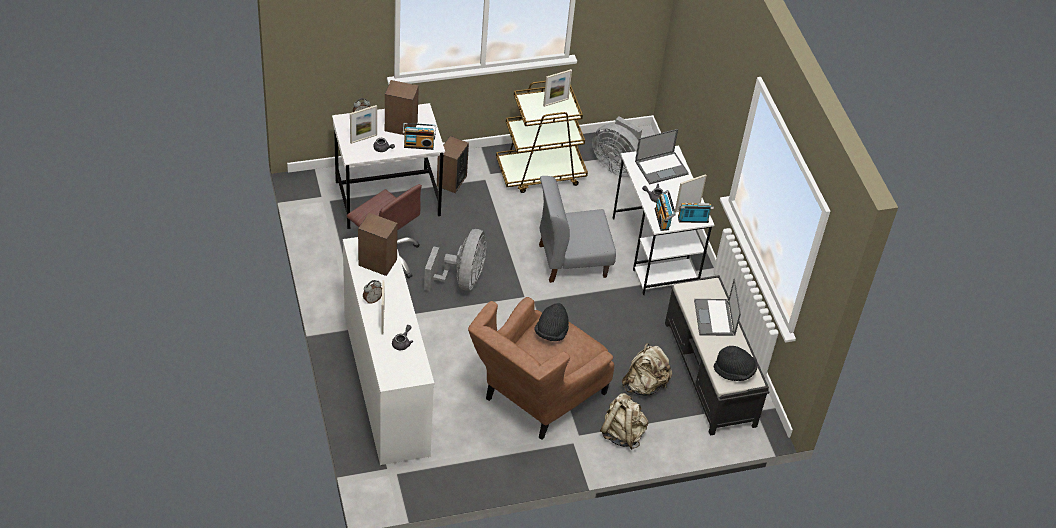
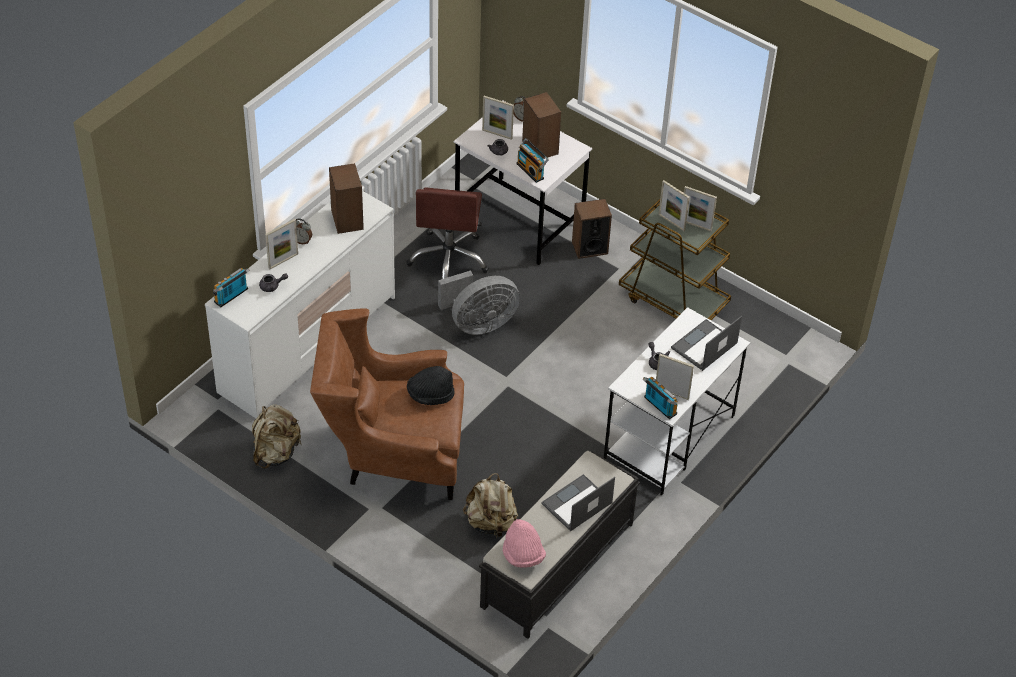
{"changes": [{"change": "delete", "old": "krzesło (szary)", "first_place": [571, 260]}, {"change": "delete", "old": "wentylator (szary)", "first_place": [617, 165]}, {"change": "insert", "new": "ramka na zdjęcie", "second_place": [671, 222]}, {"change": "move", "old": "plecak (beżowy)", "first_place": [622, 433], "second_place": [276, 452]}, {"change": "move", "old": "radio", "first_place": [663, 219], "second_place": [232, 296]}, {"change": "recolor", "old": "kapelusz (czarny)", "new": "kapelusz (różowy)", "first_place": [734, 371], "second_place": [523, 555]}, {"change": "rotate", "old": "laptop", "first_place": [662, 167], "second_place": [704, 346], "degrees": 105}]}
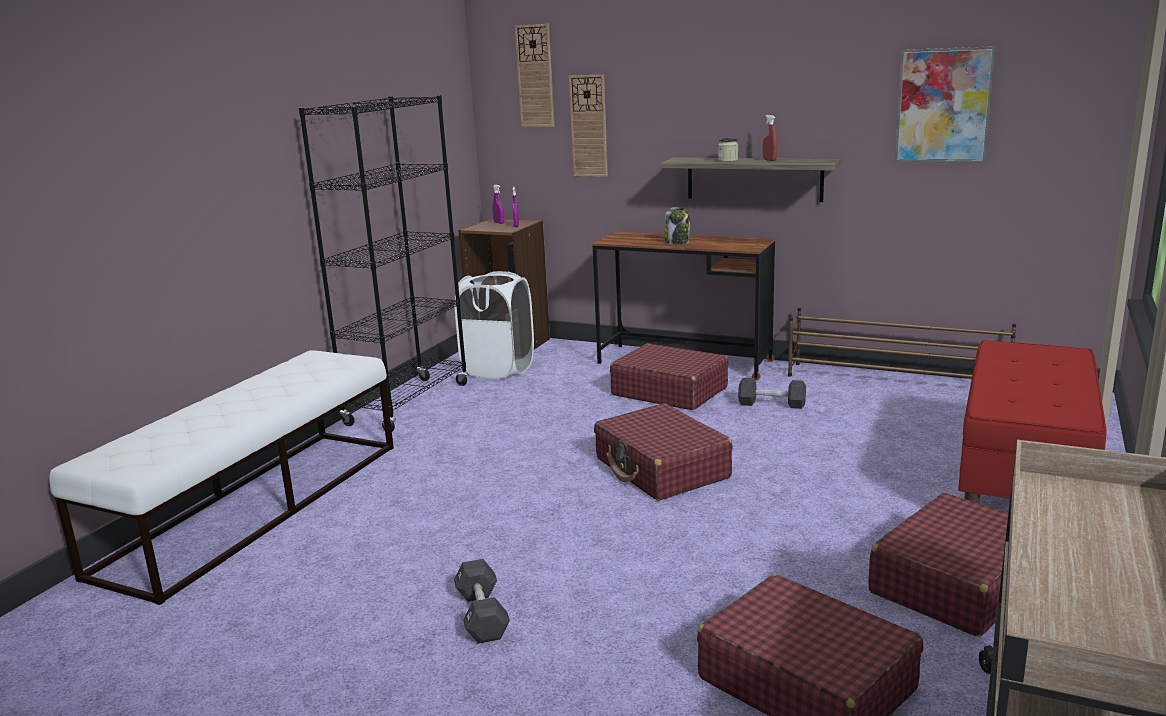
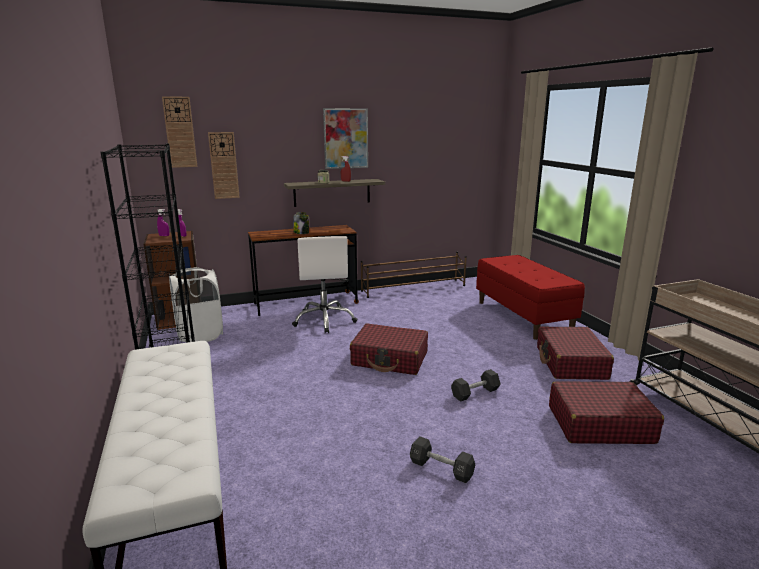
{"changes": [{"change": "move", "old": "hantel (czarny)", "first_place": [771, 404], "second_place": [475, 393]}, {"change": "move", "old": "obraz", "first_place": [943, 105], "second_place": [345, 138]}, {"change": "replace", "old": "walizka (czerwony)", "new": "krzesło biurowe (biały)", "first_place": [669, 391], "second_place": [325, 320]}]}
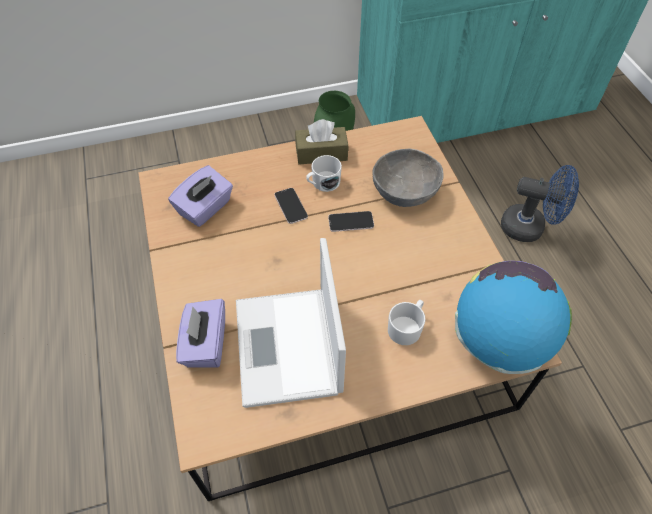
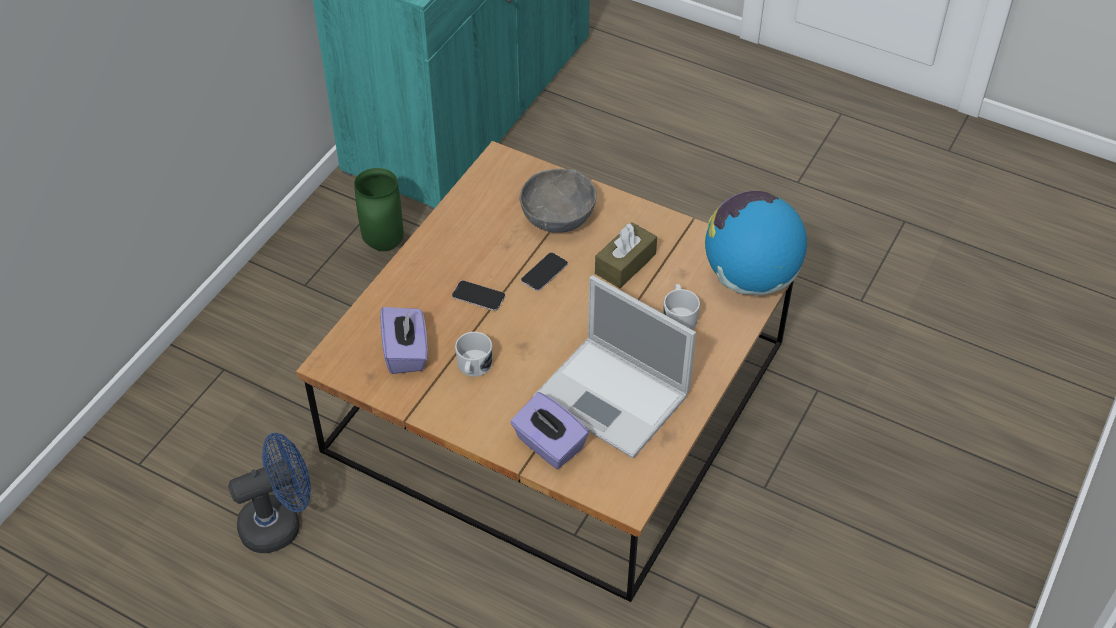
{"changes": [{"change": "move", "old": "pudełko chusteczek (brązowy)", "first_place": [321, 153], "second_place": [625, 264]}, {"change": "move", "old": "kubek (biały)", "first_place": [323, 183], "second_place": [473, 367]}, {"change": "move", "old": "wentylator (niebieski)", "first_place": [529, 228], "second_place": [280, 523]}]}
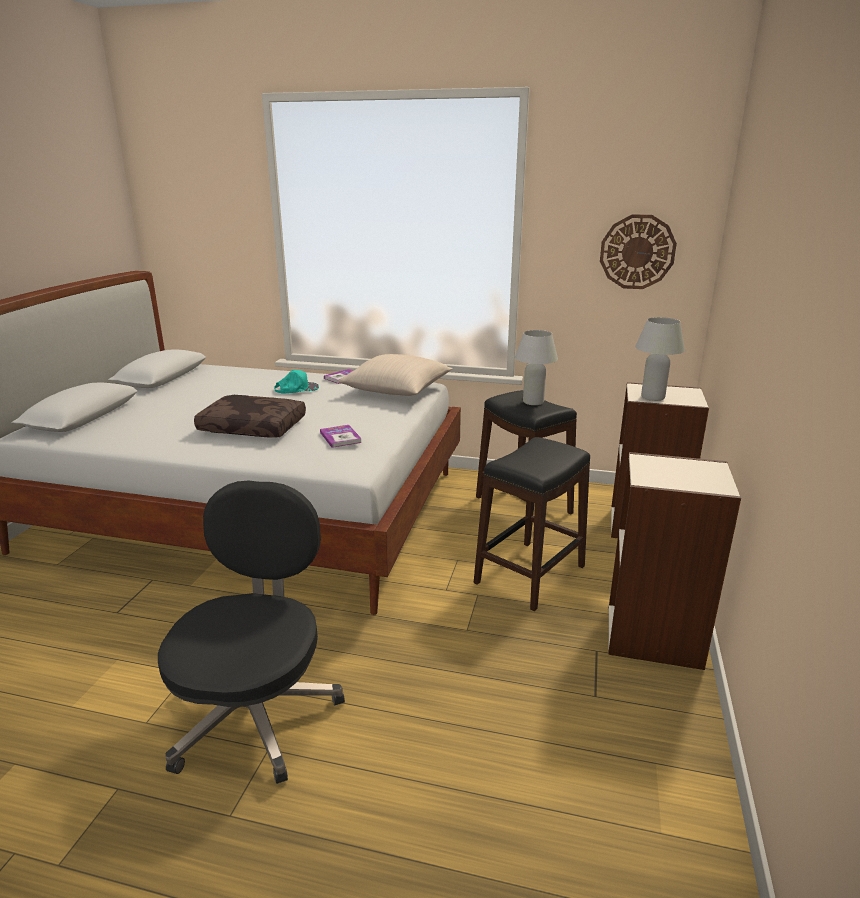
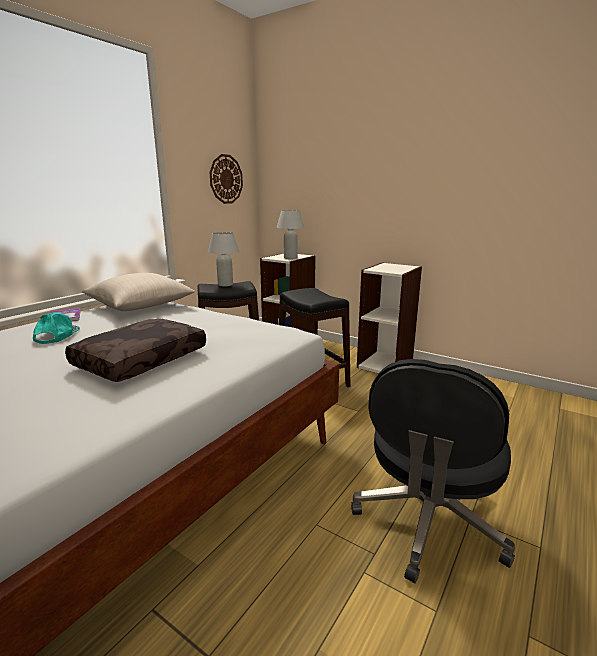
{"changes": [{"change": "delete", "old": "książka", "first_place": [340, 437]}, {"change": "rotate", "old": "krzesło biurowe (czarny)", "first_place": [256, 712], "second_place": [428, 522], "degrees": -90}]}
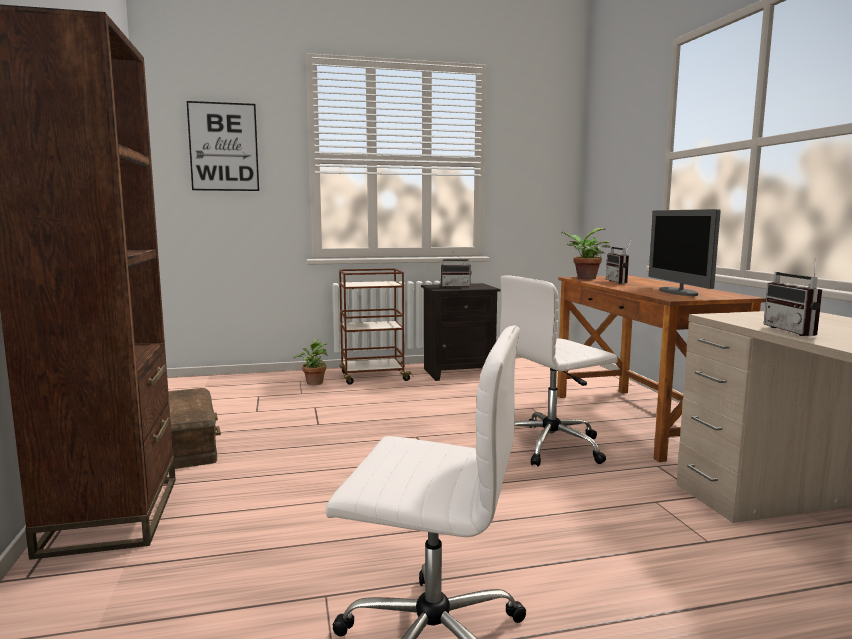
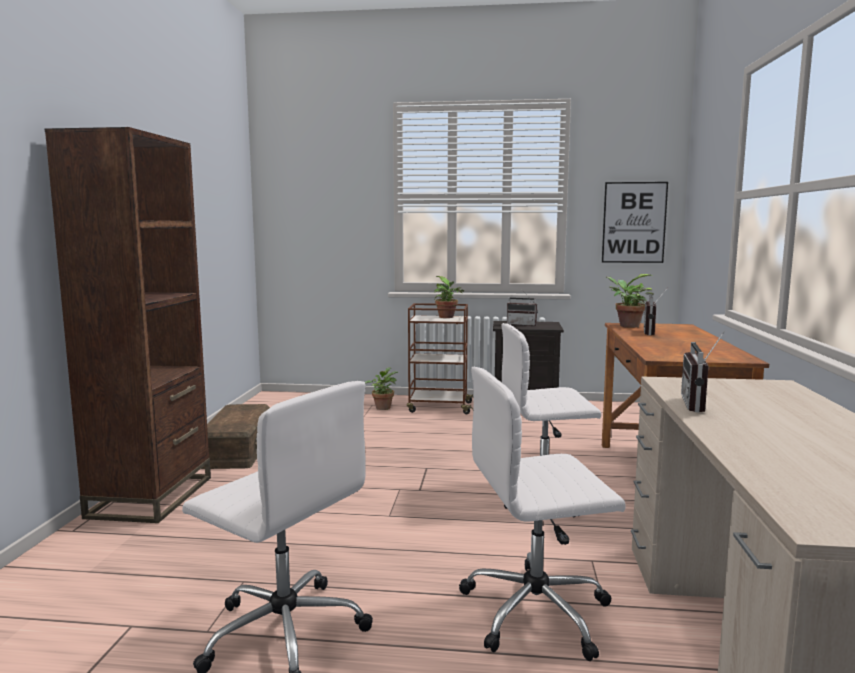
{"changes": [{"change": "delete", "old": "monitor", "first_place": [678, 292]}, {"change": "insert", "new": "roślina doniczkowa", "second_place": [447, 317]}, {"change": "insert", "new": "krzesło biurowe (biały)", "second_place": [538, 612]}, {"change": "move", "old": "obraz", "first_place": [223, 147], "second_place": [634, 222]}]}
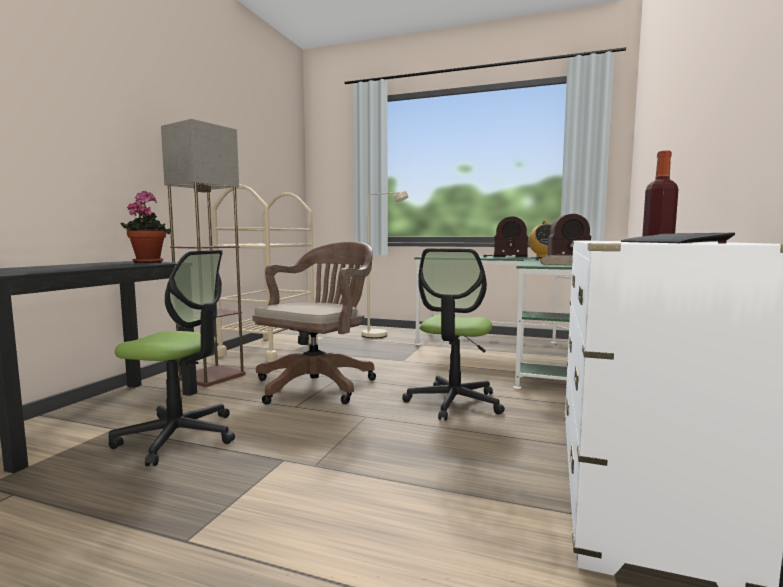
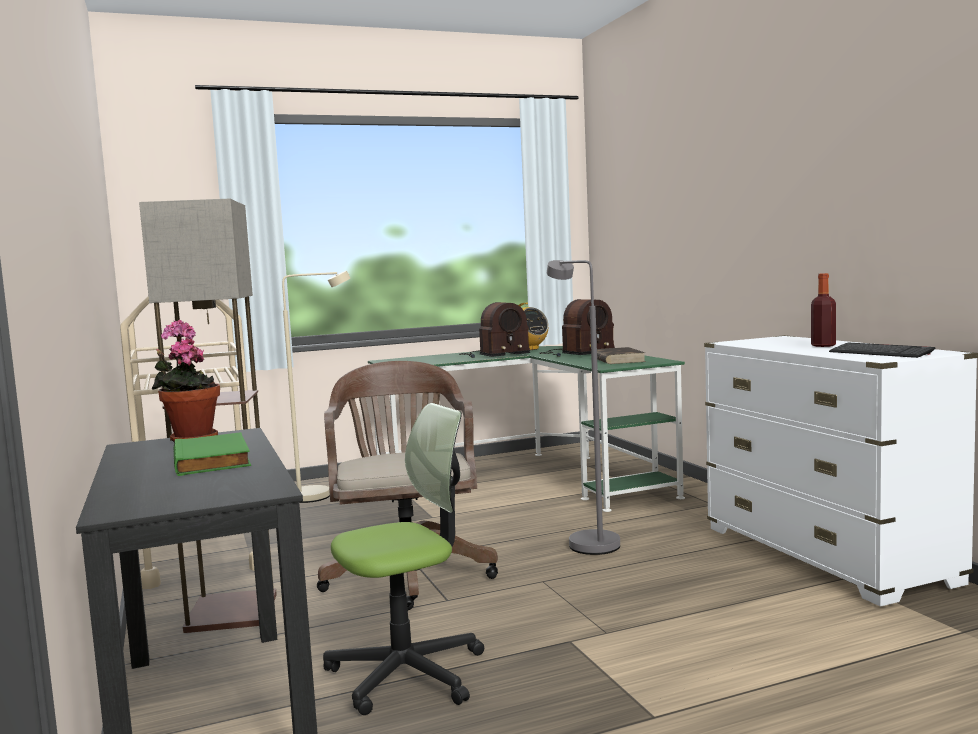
{"changes": [{"change": "insert", "new": "książka (zielony)", "second_place": [214, 460]}, {"change": "replace", "old": "krzesło biurowe", "new": "lampa stojąca (szary)", "first_place": [454, 402], "second_place": [587, 541]}]}
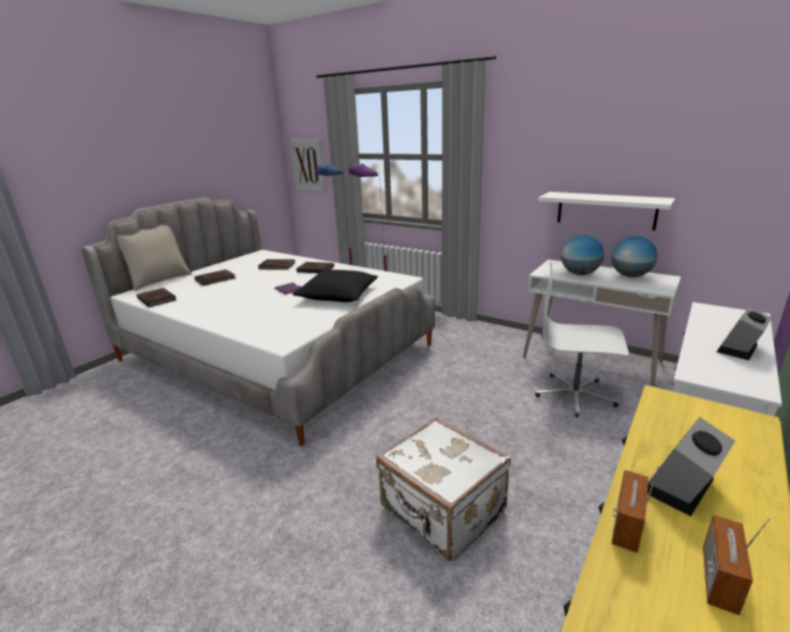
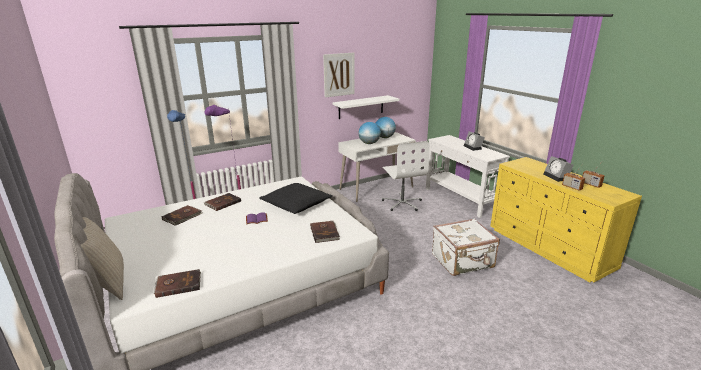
{"changes": [{"change": "move", "old": "książka (brązowy)", "first_place": [215, 279], "second_place": [325, 232]}, {"change": "move", "old": "obraz", "first_place": [308, 165], "second_place": [339, 74]}, {"change": "rotate", "old": "krzesło biurowe (biały)", "first_place": [575, 395], "second_place": [402, 203], "degrees": -60}]}
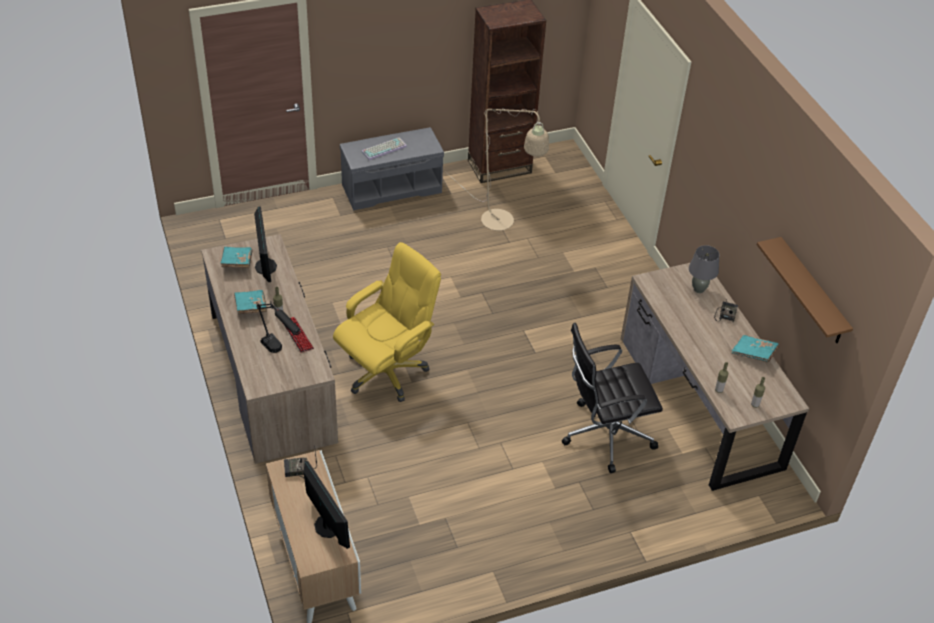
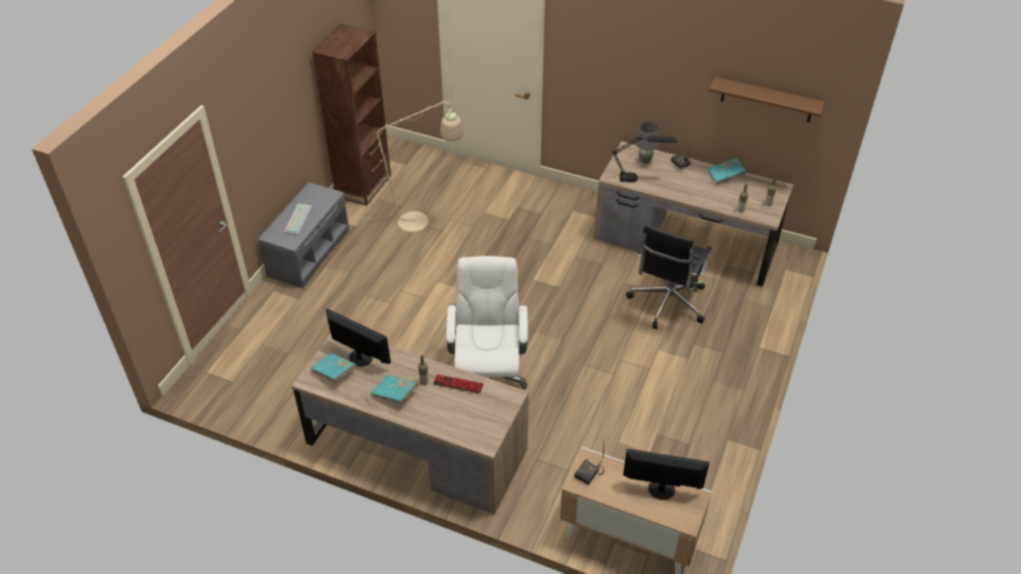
{"changes": [{"change": "move", "old": "lampa stołowa (czarny)", "first_place": [280, 354], "second_place": [640, 179]}, {"change": "recolor", "old": "krzesło biurowe (żółty)", "new": "krzesło biurowe (biały)", "first_place": [387, 371], "second_place": [488, 376]}]}
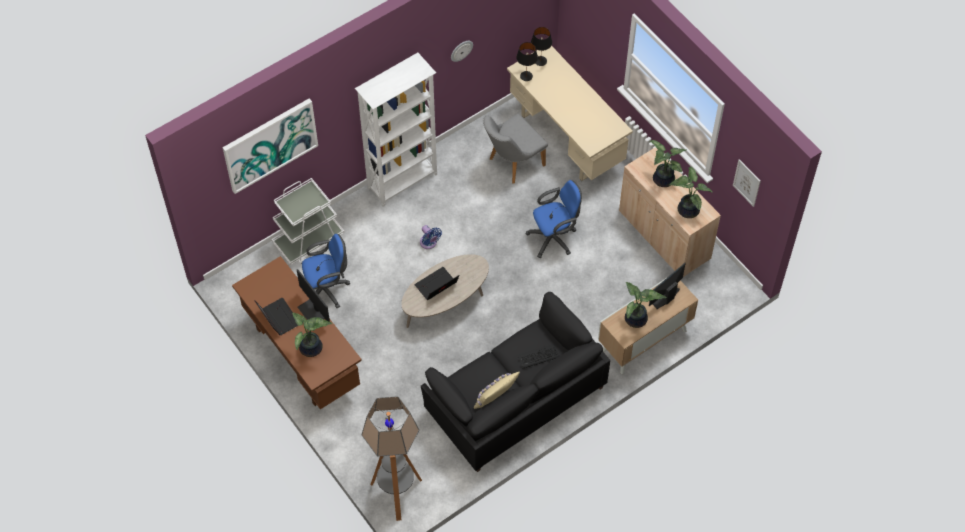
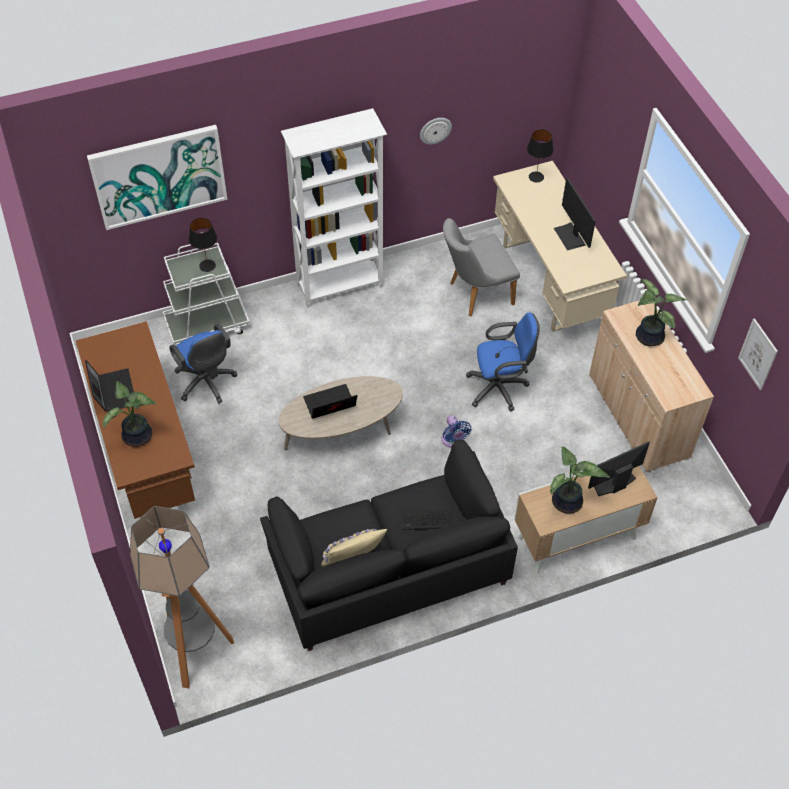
{"changes": [{"change": "delete", "old": "roślina doniczkowa", "first_place": [687, 209]}, {"change": "move", "old": "monitor", "first_place": [312, 312], "second_place": [570, 236]}, {"change": "move", "old": "wentylator (niebieski)", "first_place": [429, 243], "second_place": [453, 441]}, {"change": "move", "old": "lampa stołowa (czarny)", "first_place": [526, 76], "second_place": [207, 265]}, {"change": "rotate", "old": "krzesło biurowe (niebieski)", "first_place": [327, 289], "second_place": [207, 383], "degrees": 60}]}
